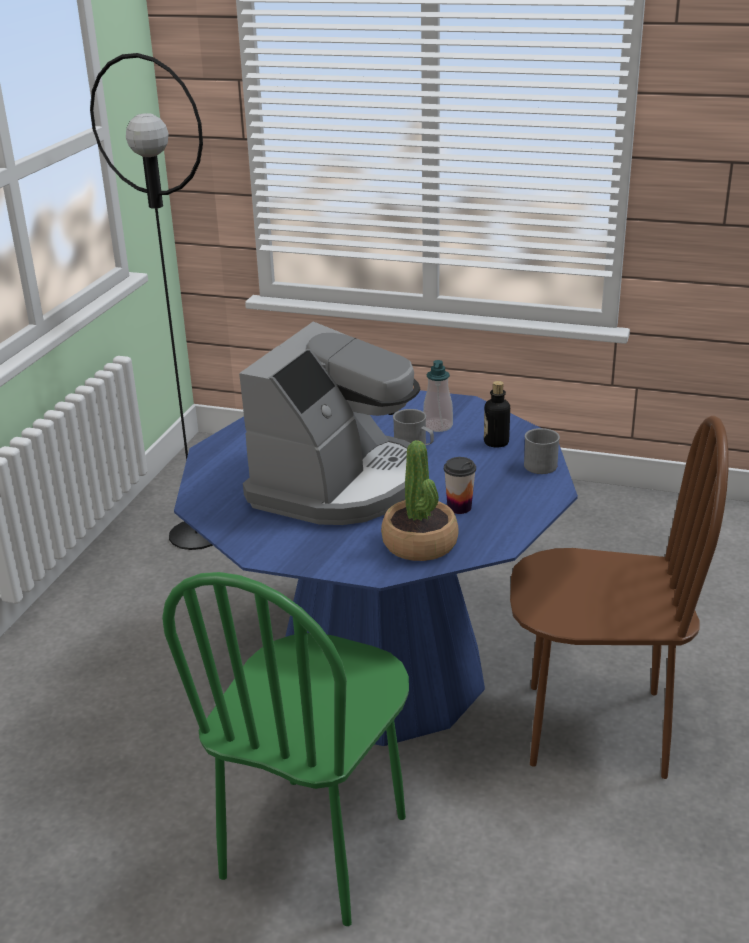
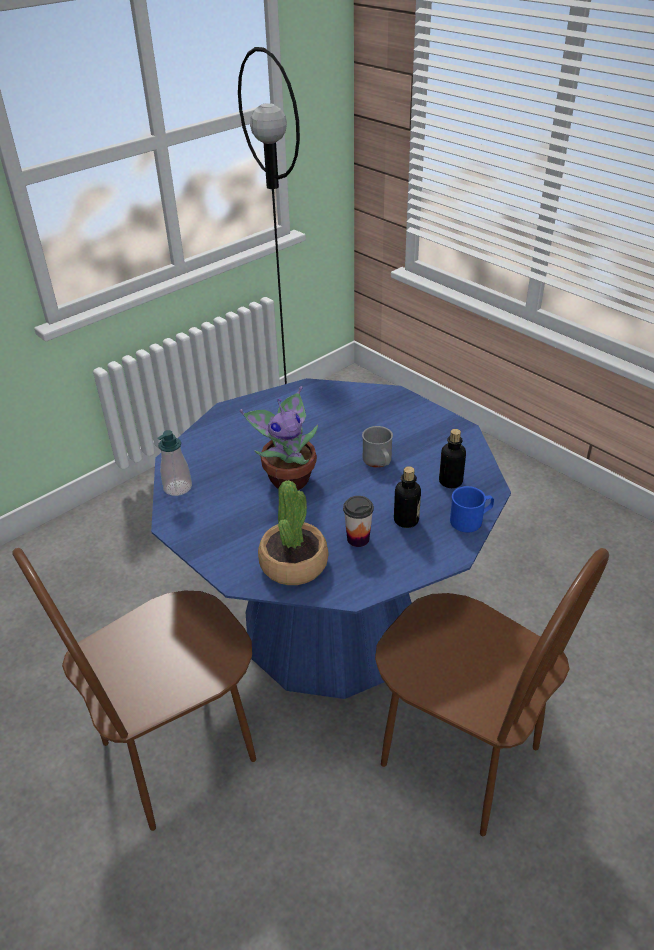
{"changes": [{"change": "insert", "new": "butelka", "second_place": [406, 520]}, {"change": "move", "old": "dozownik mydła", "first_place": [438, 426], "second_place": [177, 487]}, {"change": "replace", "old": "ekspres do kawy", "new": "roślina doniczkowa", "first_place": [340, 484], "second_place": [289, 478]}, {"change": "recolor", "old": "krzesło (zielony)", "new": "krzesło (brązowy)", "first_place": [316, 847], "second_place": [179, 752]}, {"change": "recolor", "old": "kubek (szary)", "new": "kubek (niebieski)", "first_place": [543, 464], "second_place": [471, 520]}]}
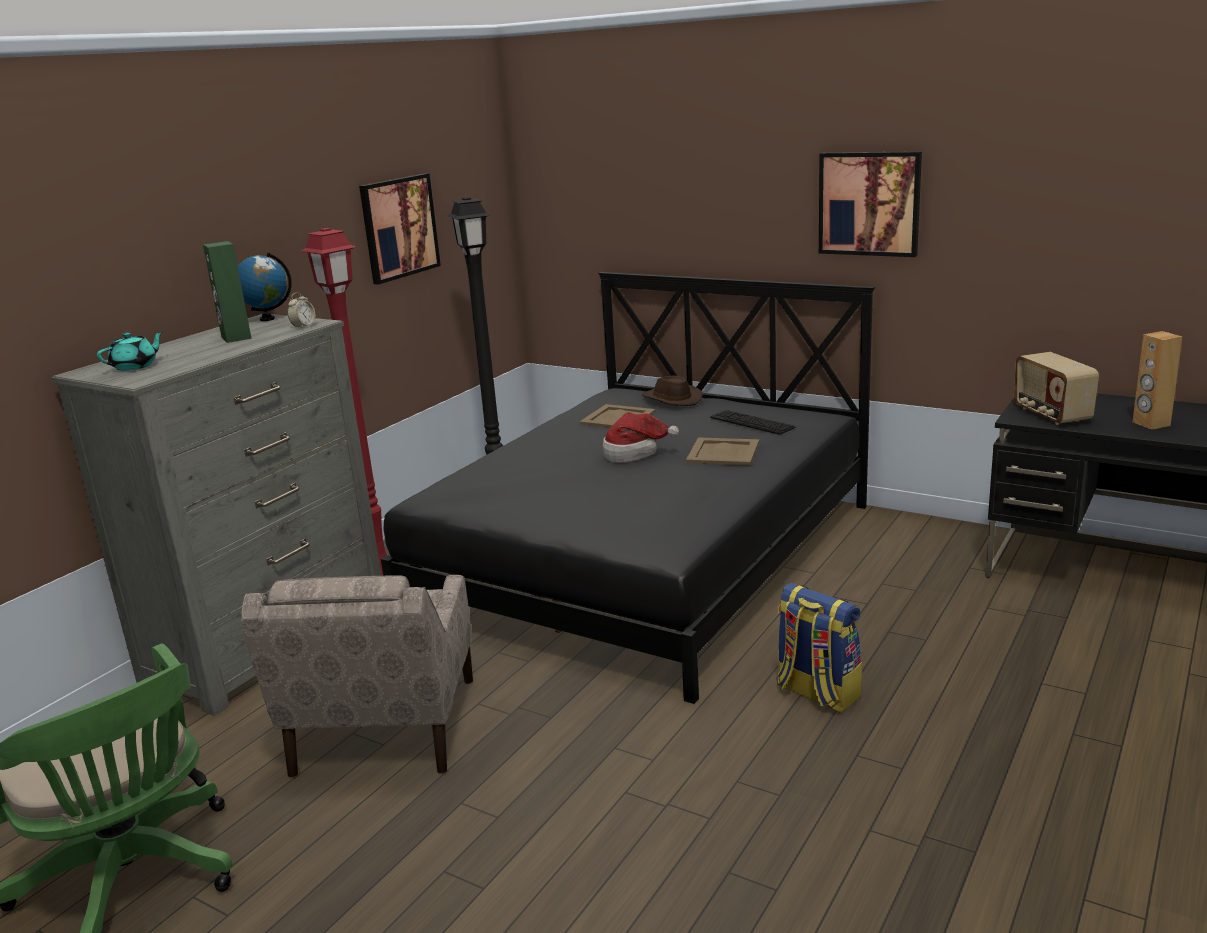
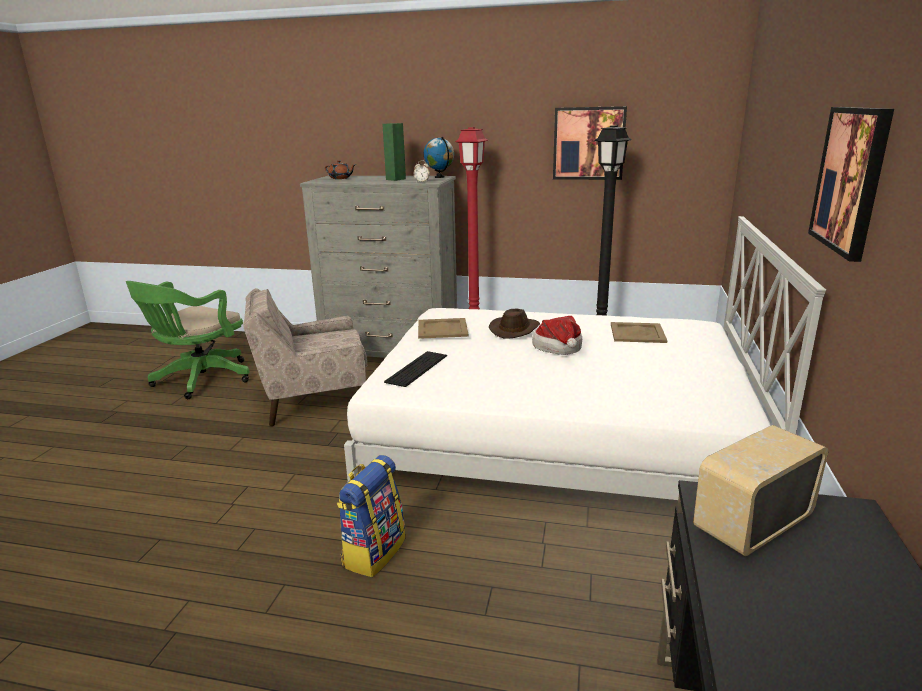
{"changes": [{"change": "delete", "old": "głośnik (brązowy)", "first_place": [1150, 424]}, {"change": "move", "old": "kapelusz (brązowy)", "first_place": [671, 399], "second_place": [515, 329]}, {"change": "move", "old": "taca (beżowy)", "first_place": [722, 452], "second_place": [443, 328]}, {"change": "move", "old": "klawiatura", "first_place": [751, 422], "second_place": [417, 368]}, {"change": "recolor", "old": "imbryk (turkusowy)", "new": "imbryk (brązowy)", "first_place": [135, 366], "second_place": [340, 178]}, {"change": "recolor", "old": "łóżko (czarny)", "new": "łóżko (biały)", "first_place": [645, 557], "second_place": [558, 437]}]}
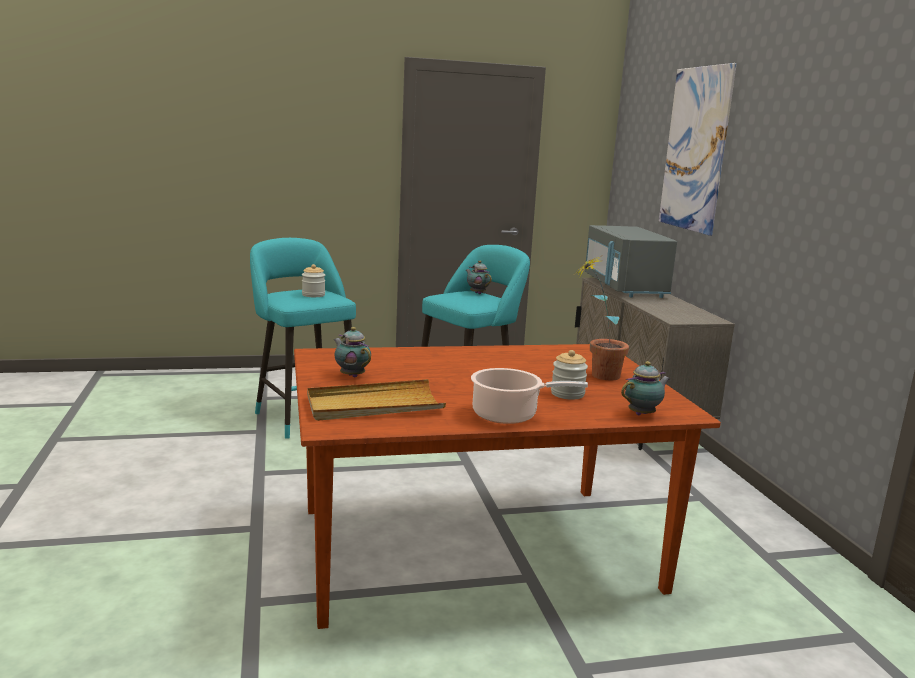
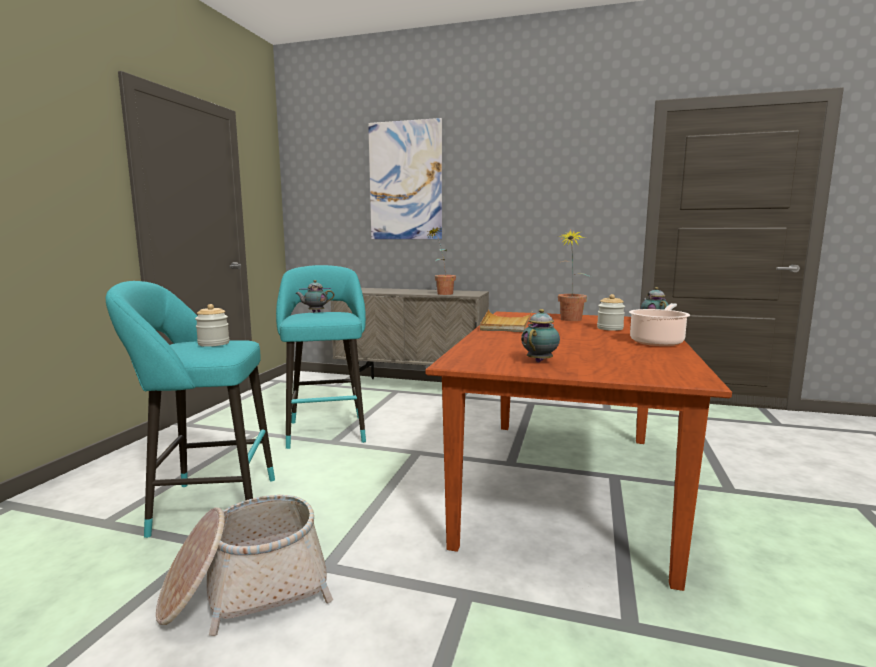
{"changes": [{"change": "delete", "old": "mikrofalówka (szary)", "first_place": [624, 287]}, {"change": "insert", "new": "koszyk", "second_place": [246, 589]}, {"change": "insert", "new": "roślina doniczkowa", "second_place": [441, 293]}, {"change": "move", "old": "taca (beżowy)", "first_place": [374, 405], "second_place": [506, 324]}, {"change": "rotate", "old": "imbryk", "first_place": [351, 375], "second_place": [540, 361], "degrees": 135}]}
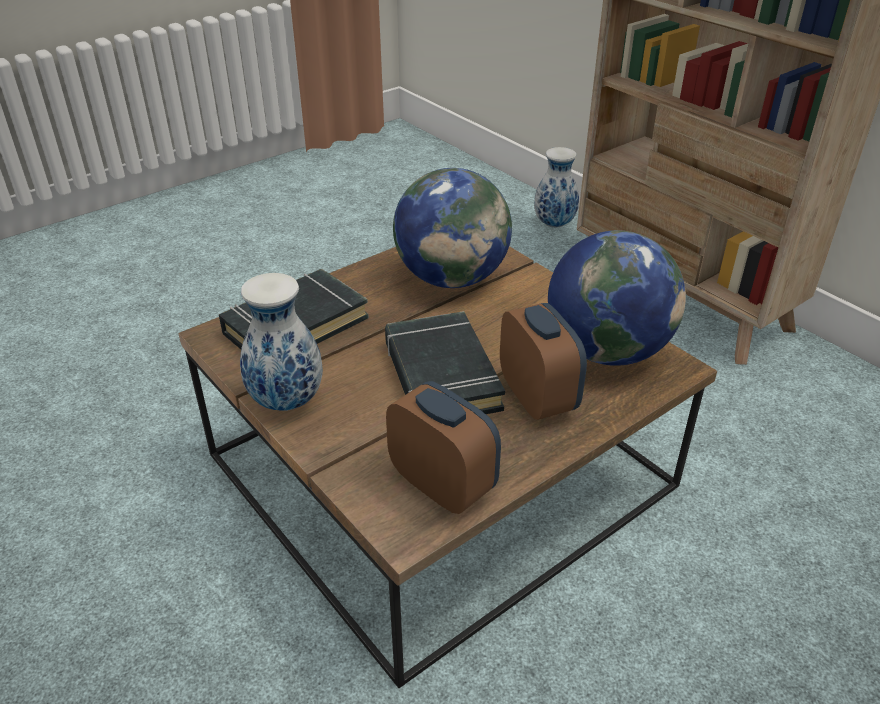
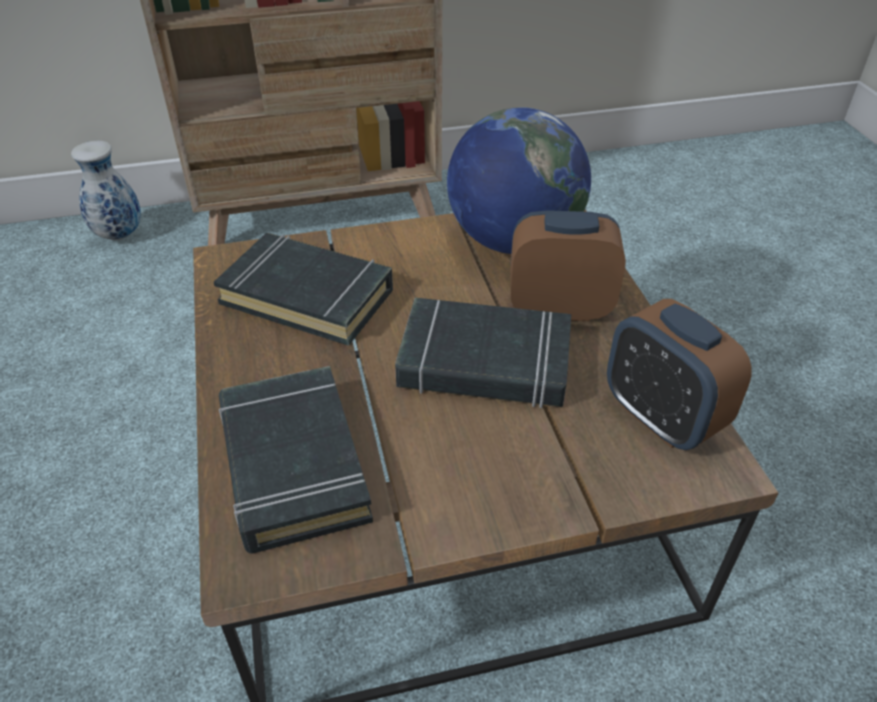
{"changes": [{"change": "delete", "old": "wazon", "first_place": [285, 402]}, {"change": "replace", "old": "globus", "new": "książka (czarny)", "first_place": [452, 278], "second_place": [308, 296]}, {"change": "rotate", "old": "budzik", "first_place": [443, 485], "second_place": [661, 417], "degrees": -105}]}
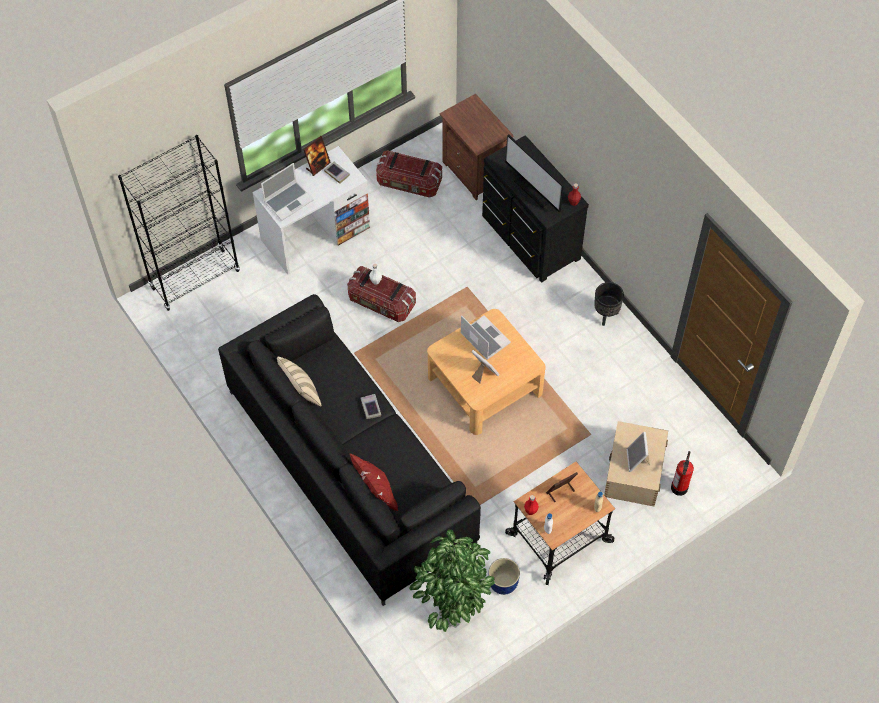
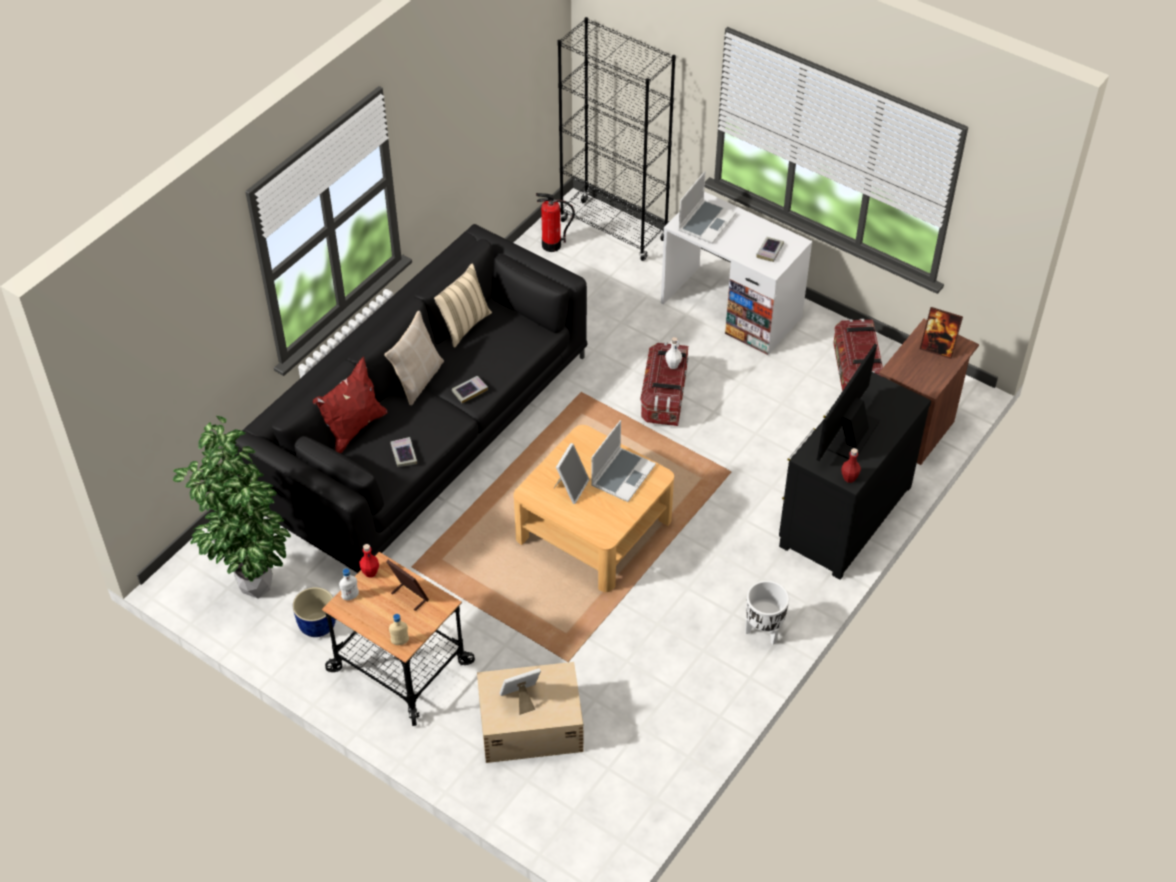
{"changes": [{"change": "insert", "new": "poduszka (beżowy)", "second_place": [417, 379]}, {"change": "insert", "new": "książka", "second_place": [403, 454]}, {"change": "move", "old": "ramka na zdjęcie", "first_place": [318, 166], "second_place": [937, 349]}, {"change": "move", "old": "gaśnica", "first_place": [679, 487], "second_place": [551, 245]}, {"change": "recolor", "old": "donica (czarny)", "new": "donica (biały)", "first_place": [606, 315], "second_place": [763, 631]}, {"change": "rotate", "old": "laptop", "first_place": [288, 200], "second_place": [706, 222], "degrees": -90}]}
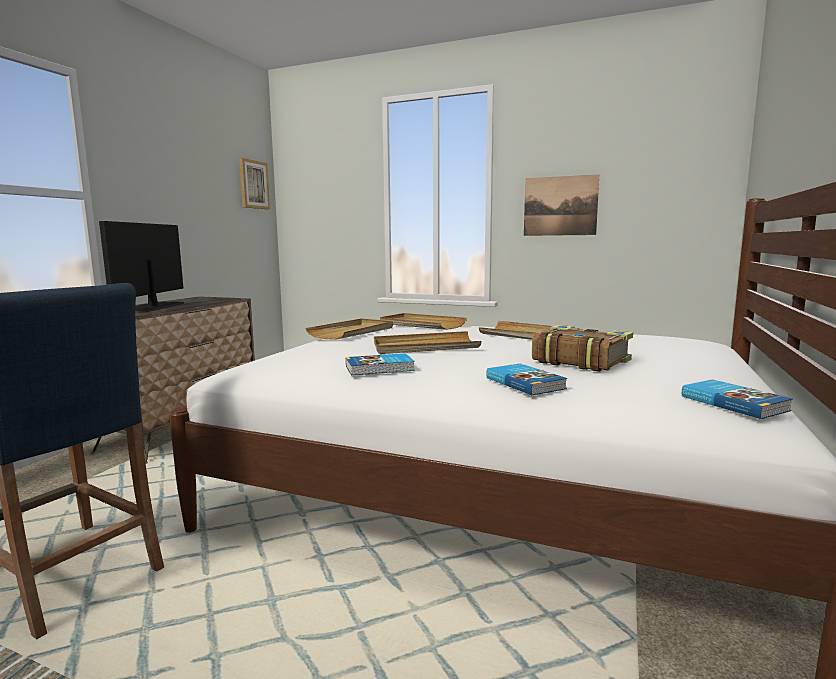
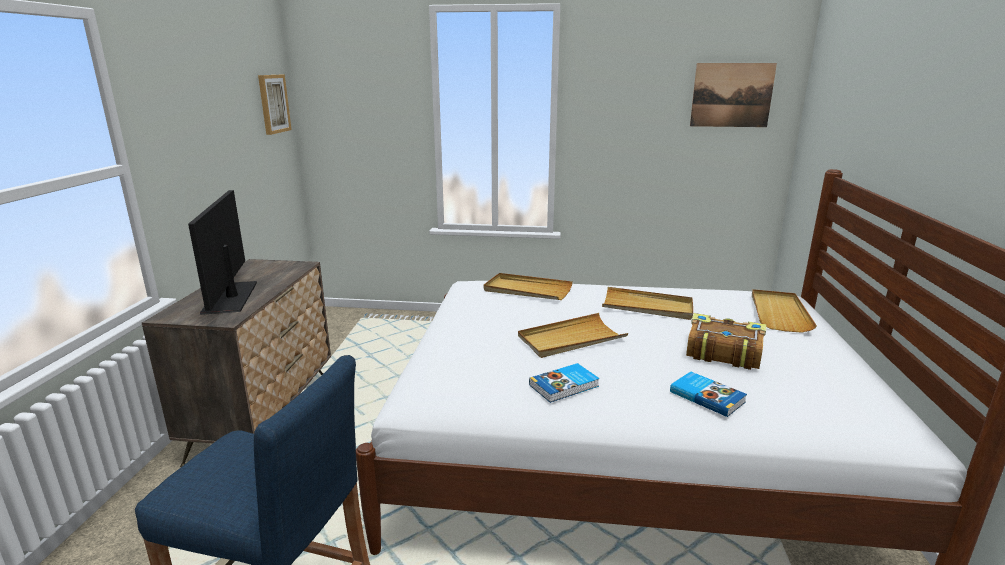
{"changes": [{"change": "delete", "old": "książka", "first_place": [734, 403]}, {"change": "move", "old": "taca (beżowy)", "first_place": [352, 332], "second_place": [778, 313]}, {"change": "move", "old": "obraz", "first_place": [560, 206], "second_place": [732, 95]}]}
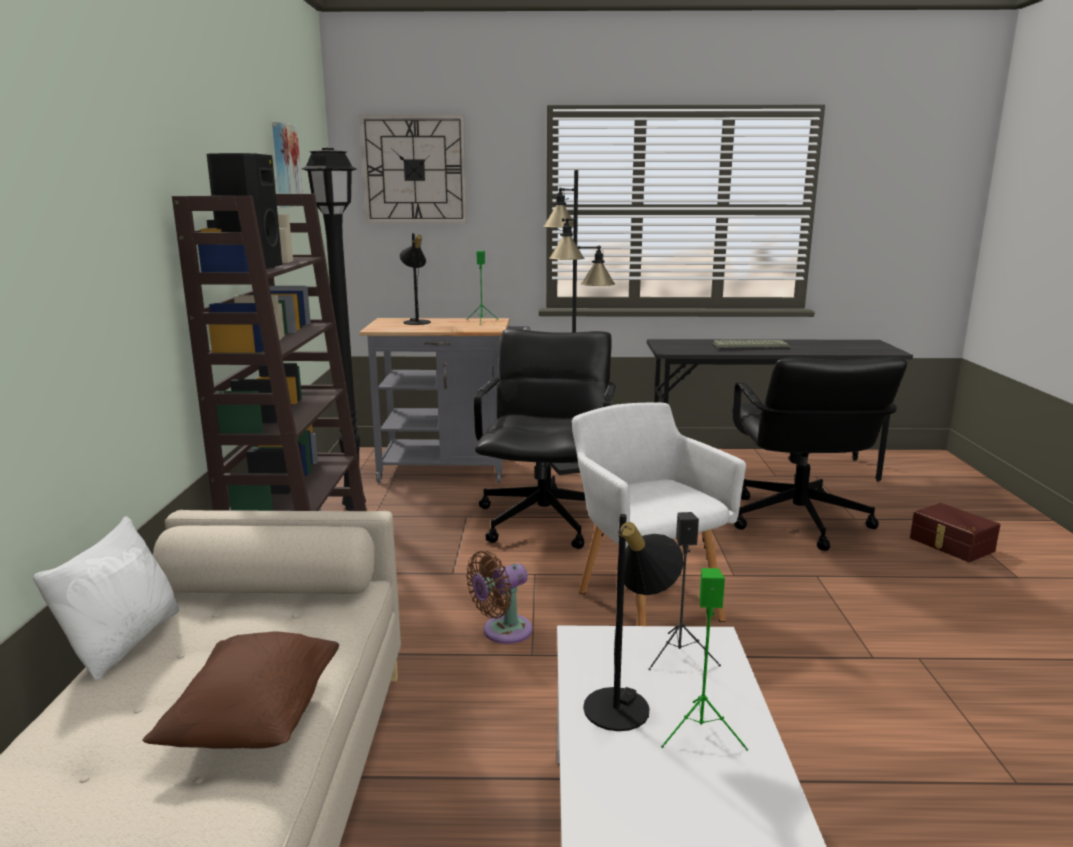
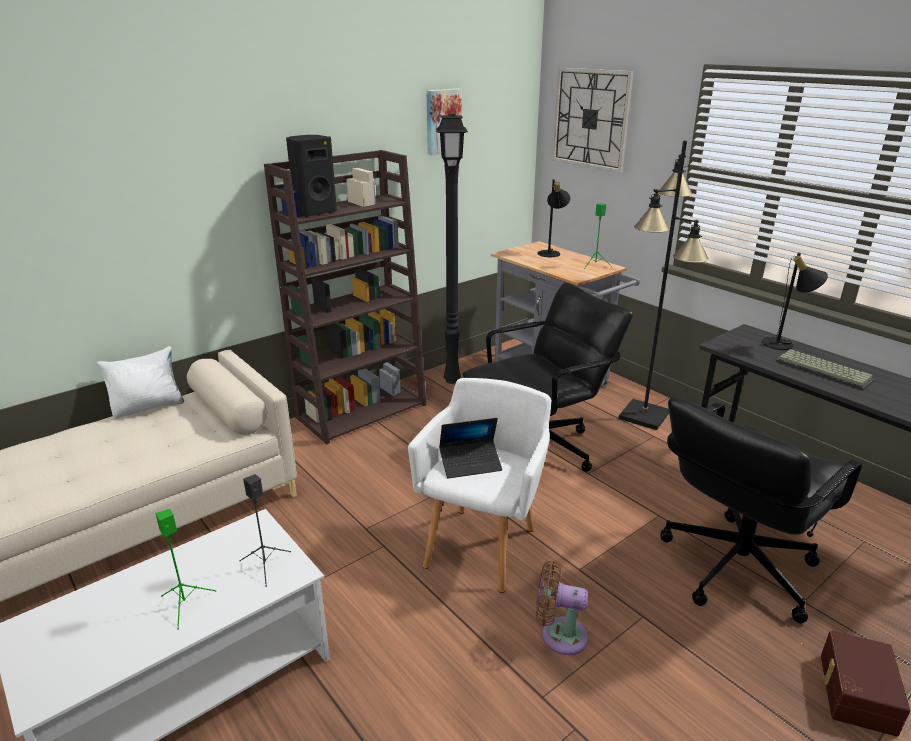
{"changes": [{"change": "delete", "old": "poduszka (brązowy)", "first_place": [255, 721]}, {"change": "insert", "new": "laptop", "second_place": [470, 464]}, {"change": "move", "old": "wentylator (brązowy)", "first_place": [502, 632], "second_place": [559, 635]}, {"change": "move", "old": "lampa stołowa (czarny)", "first_place": [627, 704], "second_place": [784, 344]}]}
